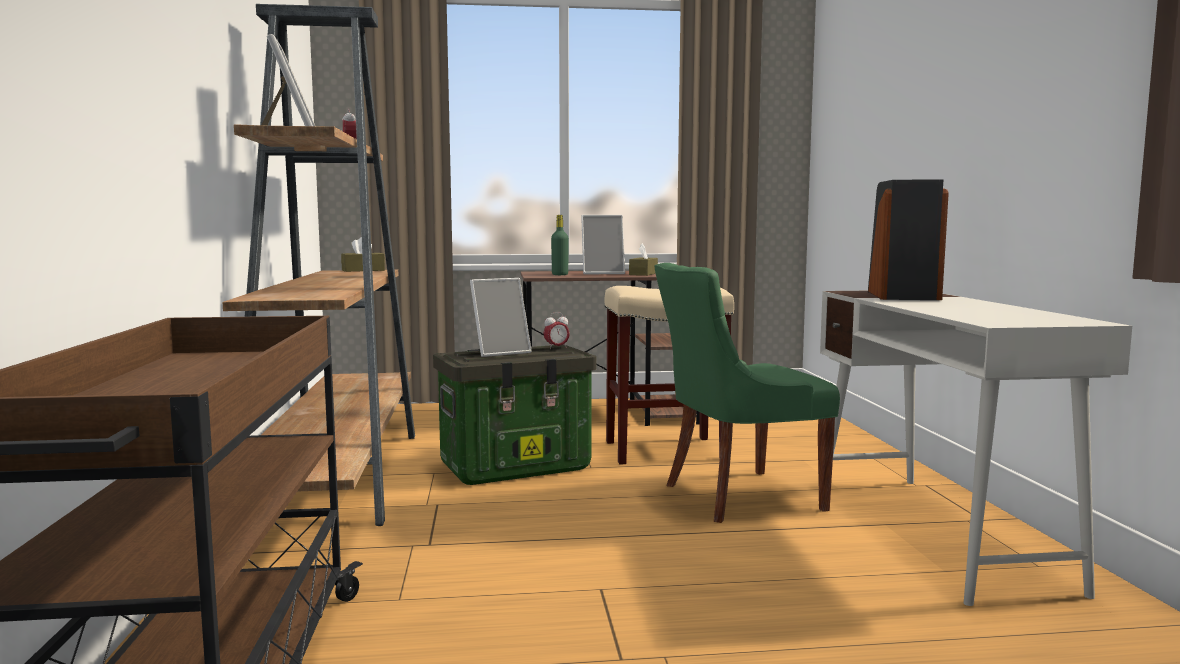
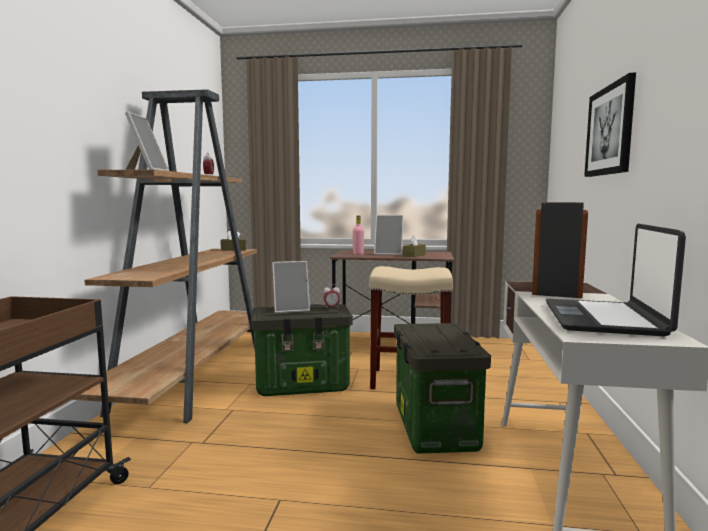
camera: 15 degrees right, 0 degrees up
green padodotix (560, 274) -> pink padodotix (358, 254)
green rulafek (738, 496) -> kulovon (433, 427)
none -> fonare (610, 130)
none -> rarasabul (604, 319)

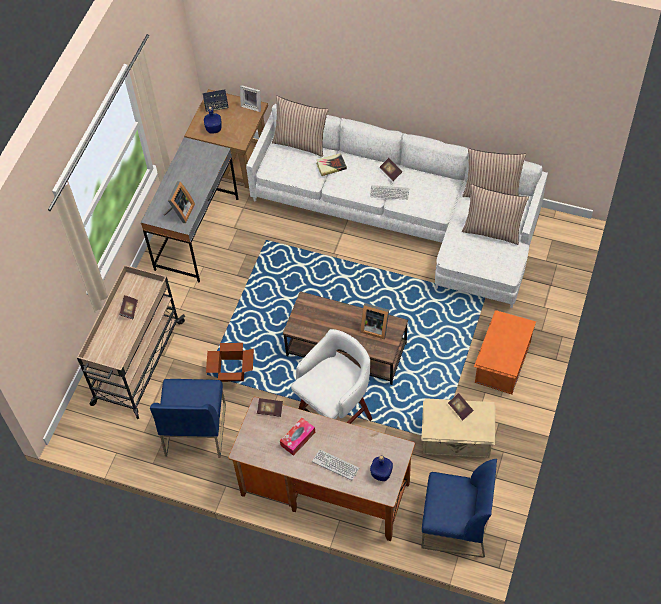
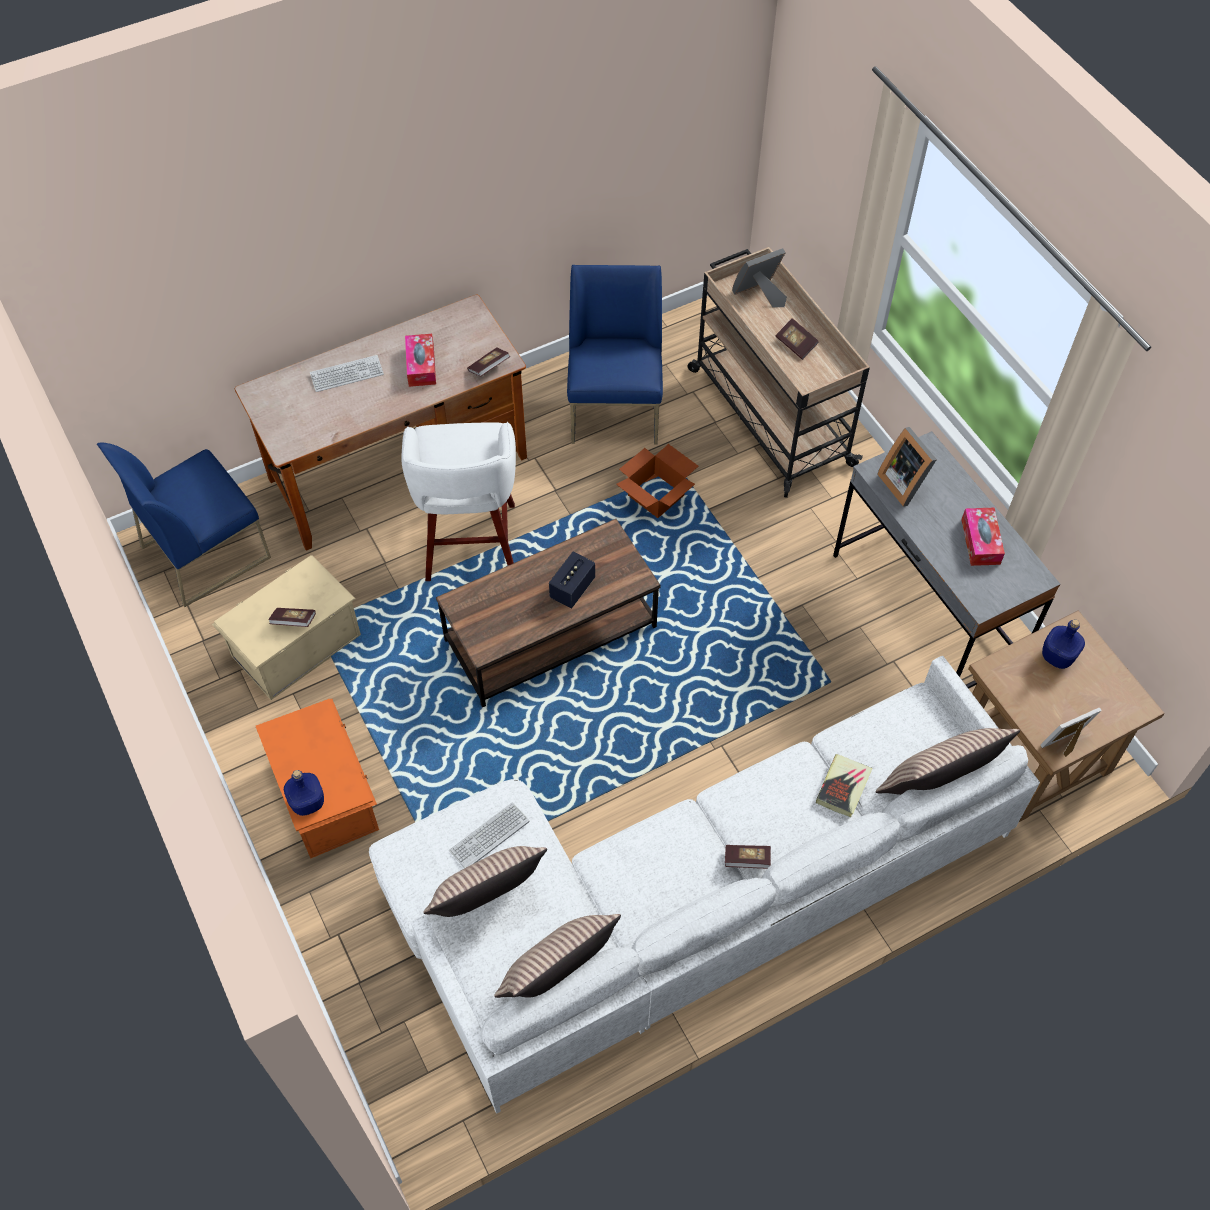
camera: 130 degrees right, 0 degrees up
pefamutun (216, 106) -> pefamutun (572, 588), move
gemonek (389, 193) -> gemonek (489, 836), move
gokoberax (374, 327) -> gokoberax (760, 295), move
blue rulafek (195, 429) -> blue rulafek (615, 409), 45 degrees clockwise
blue padodotix (381, 473) -> blue padodotix (308, 803), move
none -> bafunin (980, 542)

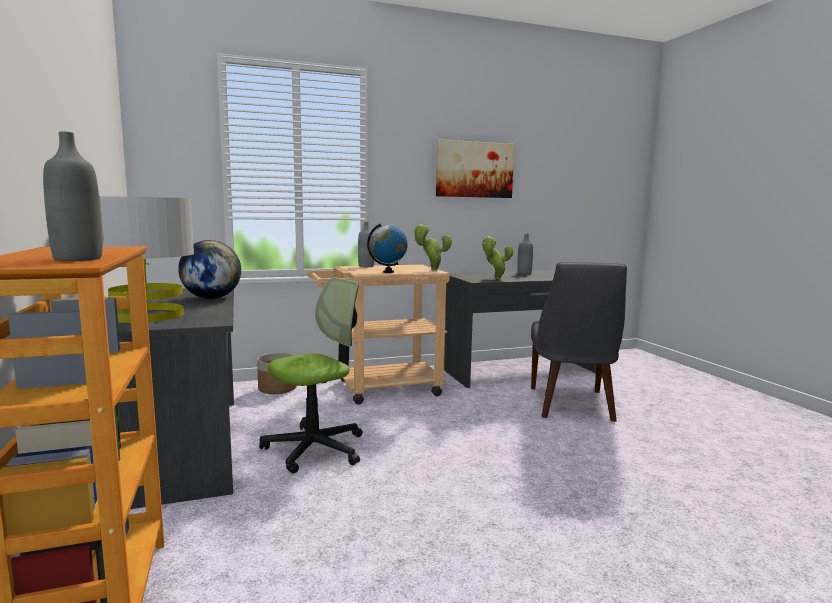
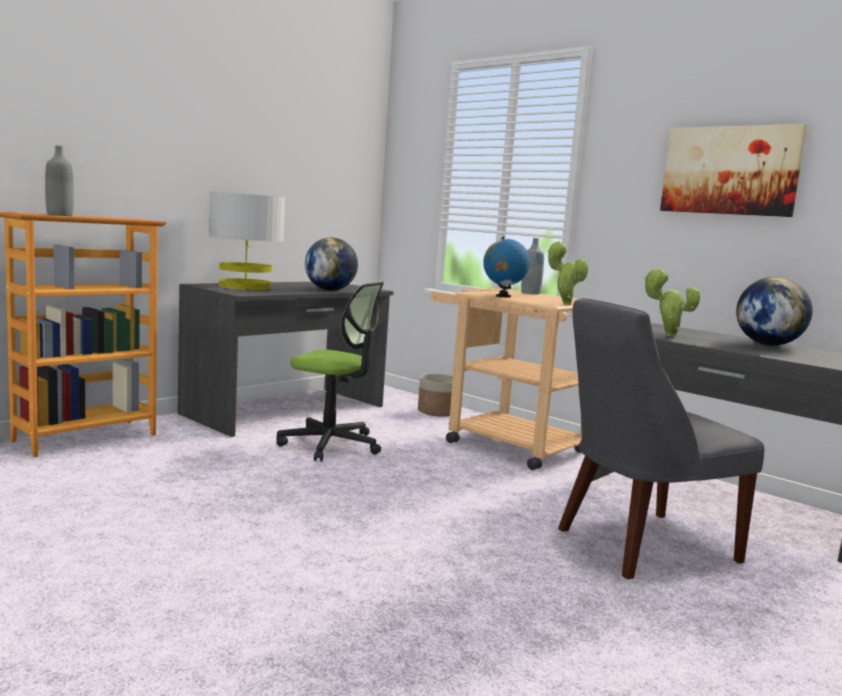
camera: 60 degrees right, 0 degrees up
grey padodotix (524, 273) -> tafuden (768, 344)

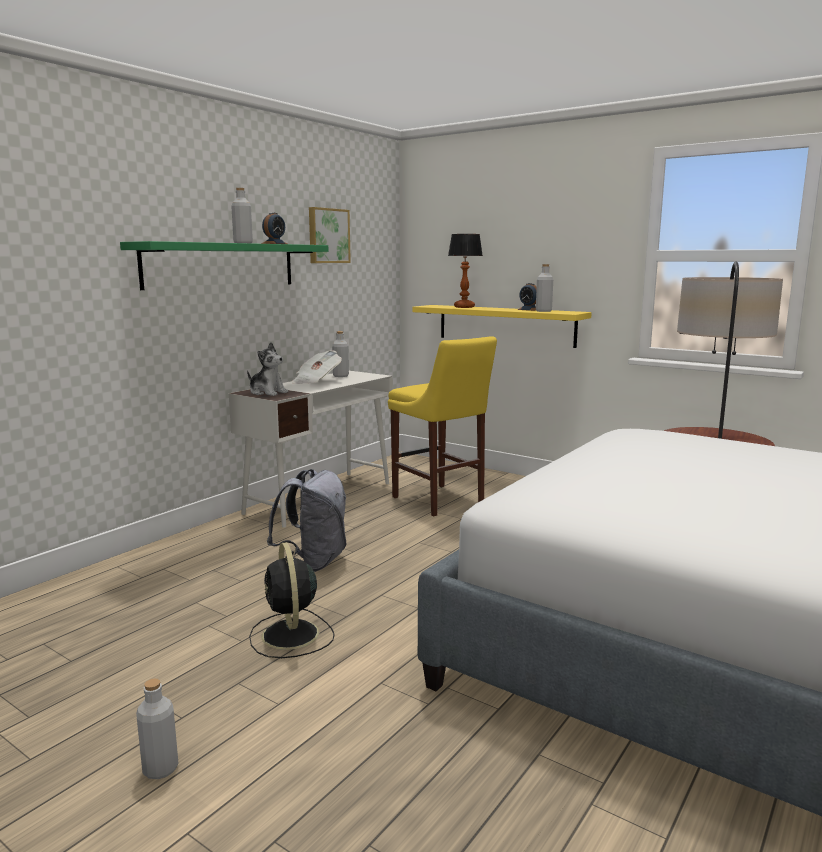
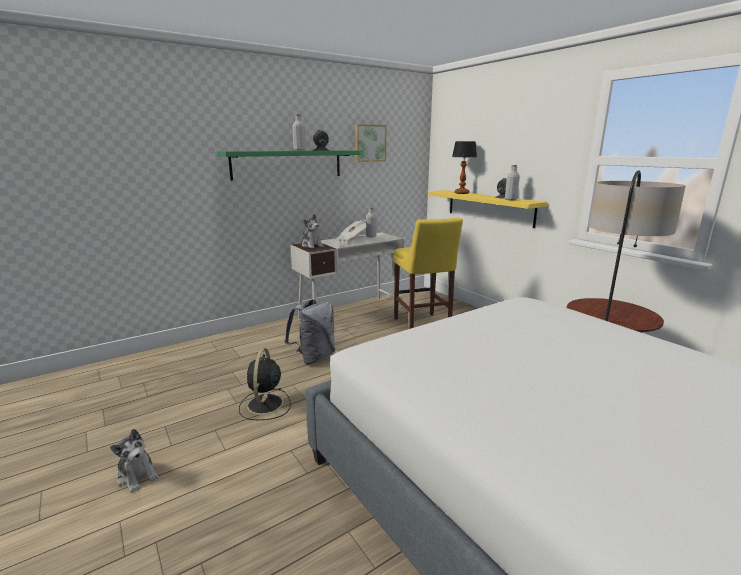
camera: 20 degrees right, 5 degrees up
grey padodotix (160, 769) -> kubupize (137, 475)

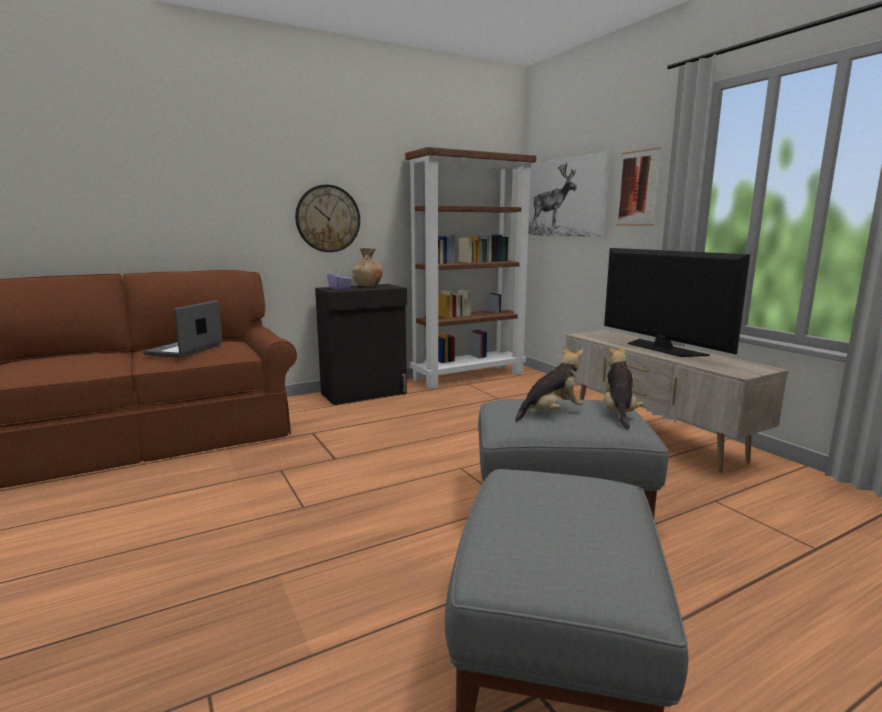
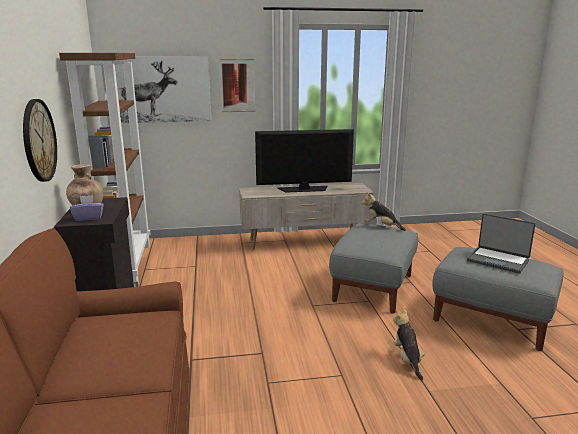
camera: 70 degrees left, 5 degrees up
rarasabul (185, 350) -> rarasabul (498, 260), move
kubupize (551, 413) -> kubupize (407, 360), move

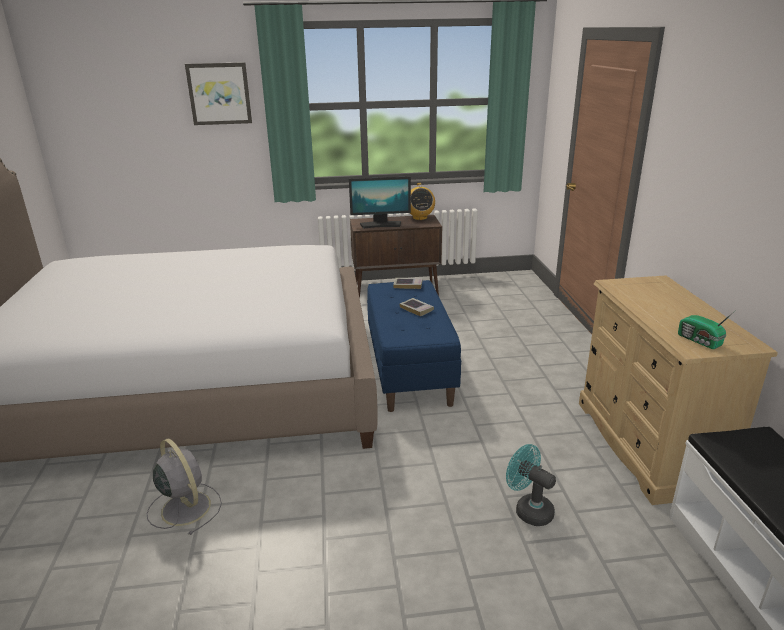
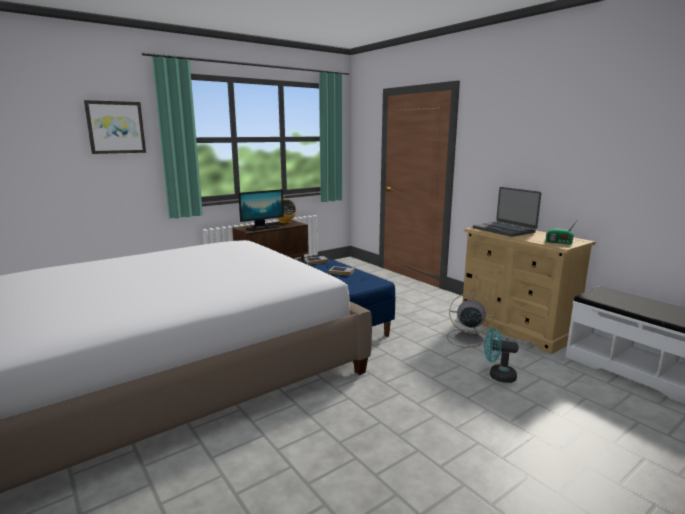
camera: 30 degrees left, 10 degrees down
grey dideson (185, 507) -> grey dideson (467, 338), move
none -> rarasabul (504, 230)

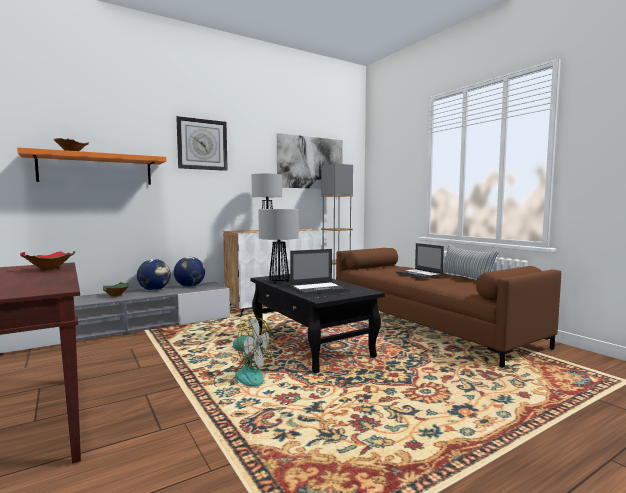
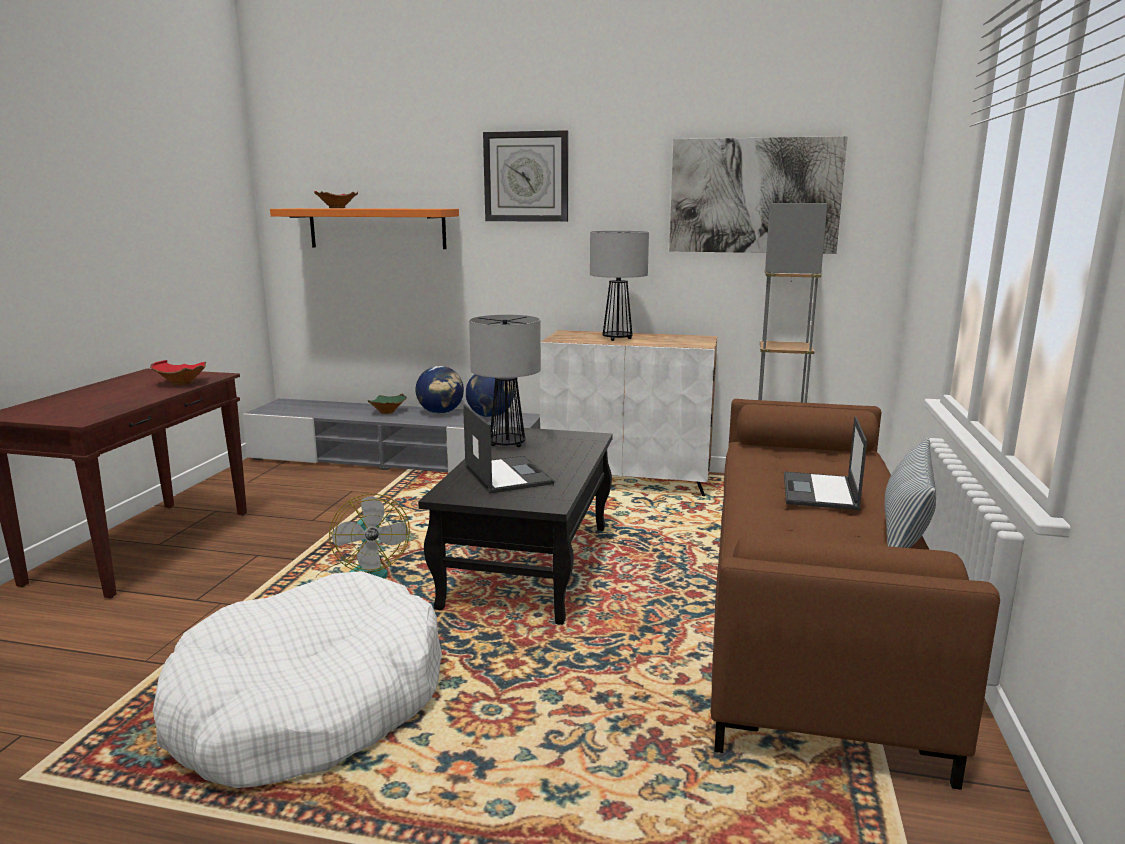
camera: 45 degrees right, 10 degrees up
rarasabul (318, 289) -> rarasabul (507, 475), 135 degrees counterclockwise
none -> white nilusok (309, 704)

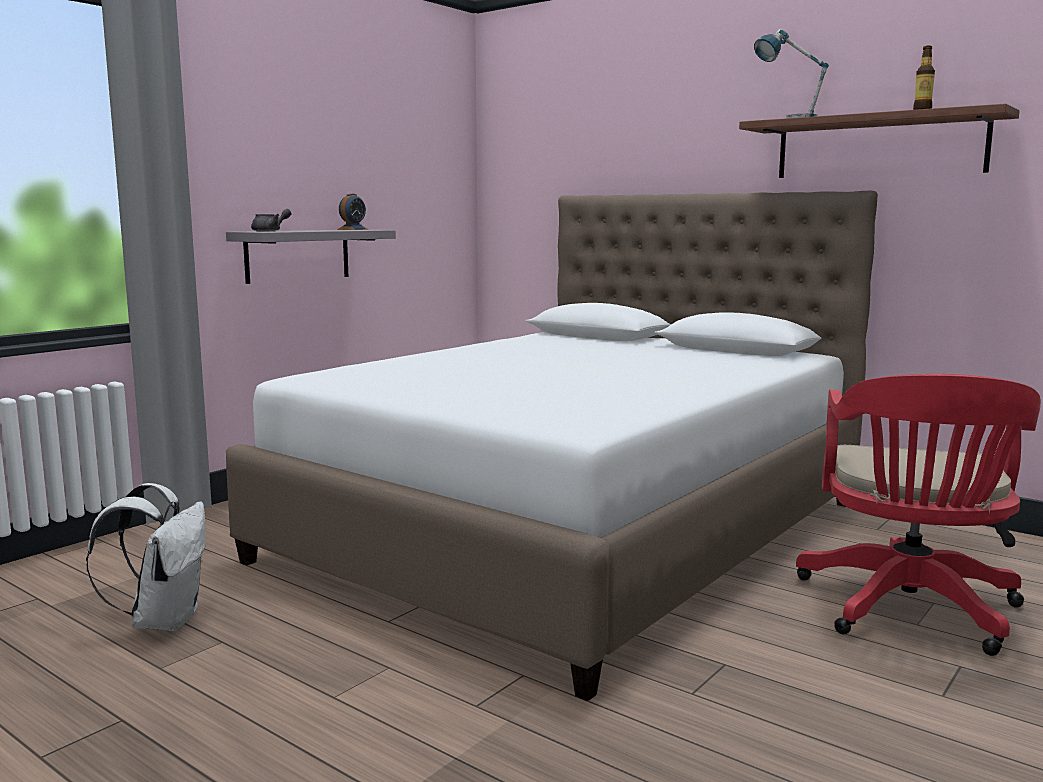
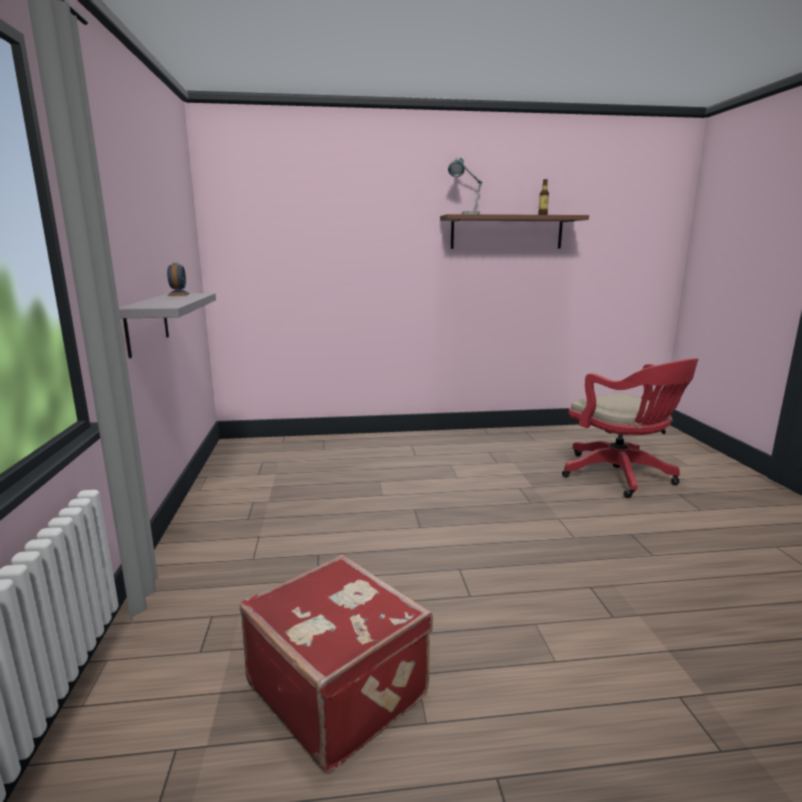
camera: 45 degrees left, 5 degrees up
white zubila (573, 531) -> none
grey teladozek (270, 231) -> none
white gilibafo (164, 620) -> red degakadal (339, 688)

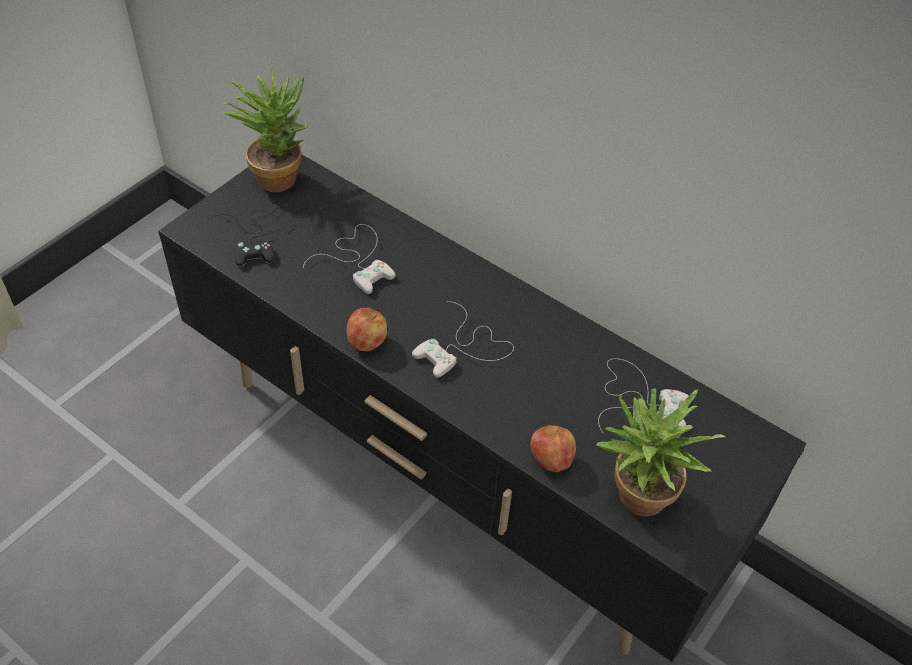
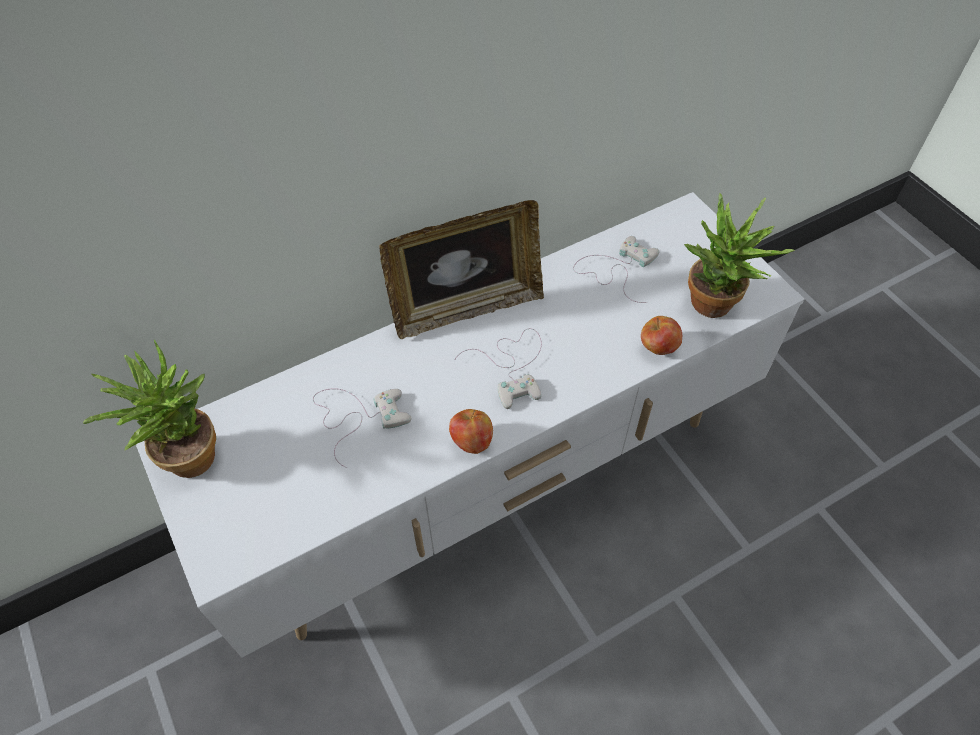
camera: 65 degrees left, 5 degrees up
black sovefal (451, 474) -> white sovefal (491, 484)
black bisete (258, 234) -> none
none -> gokoberax (466, 307)

